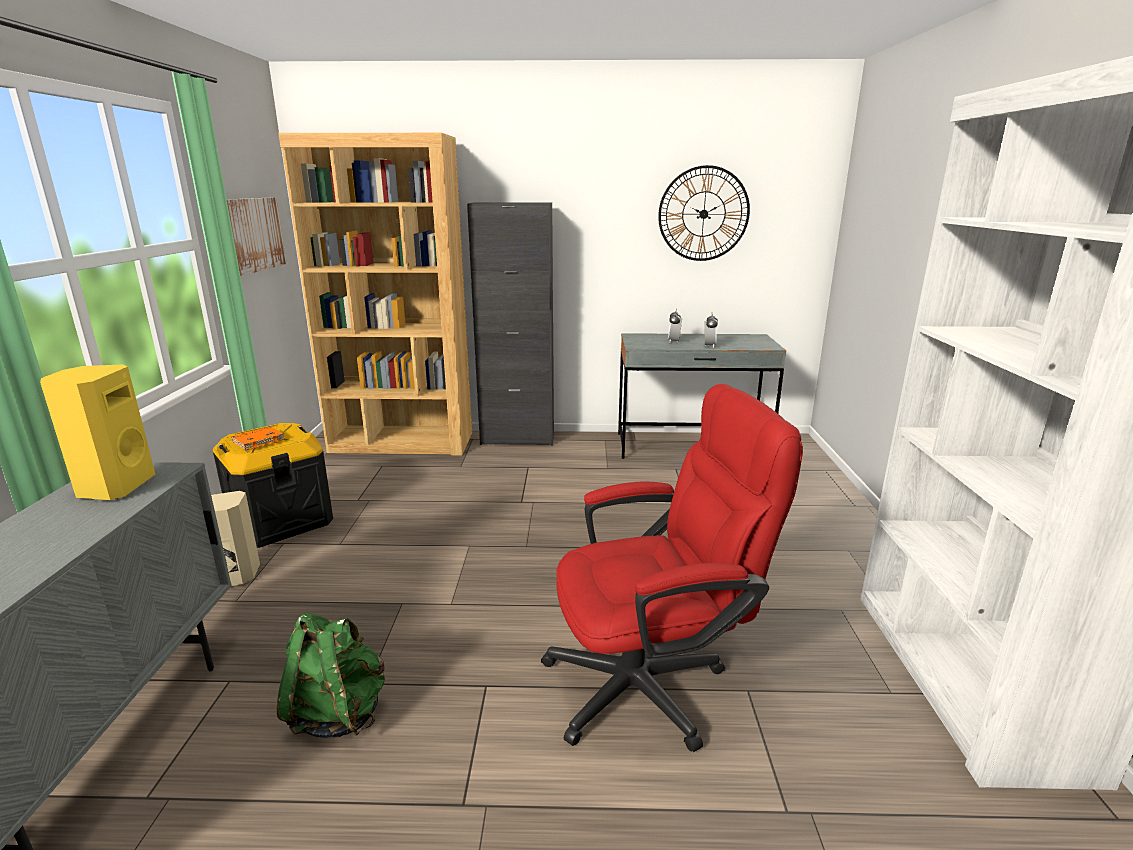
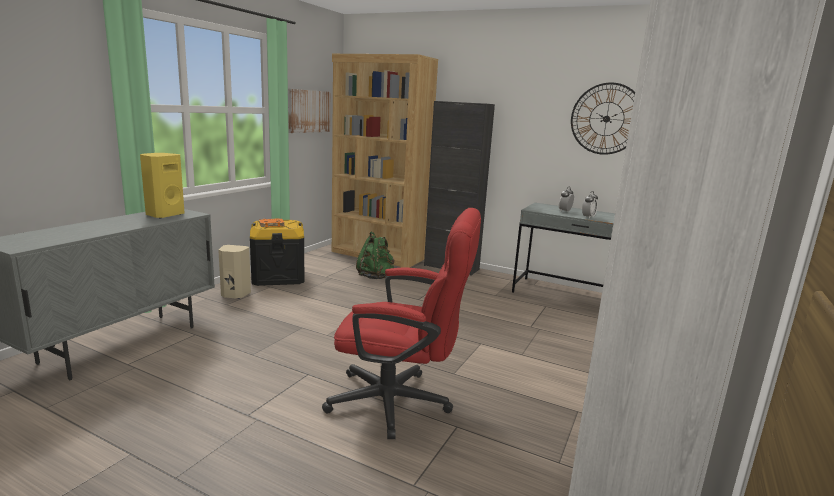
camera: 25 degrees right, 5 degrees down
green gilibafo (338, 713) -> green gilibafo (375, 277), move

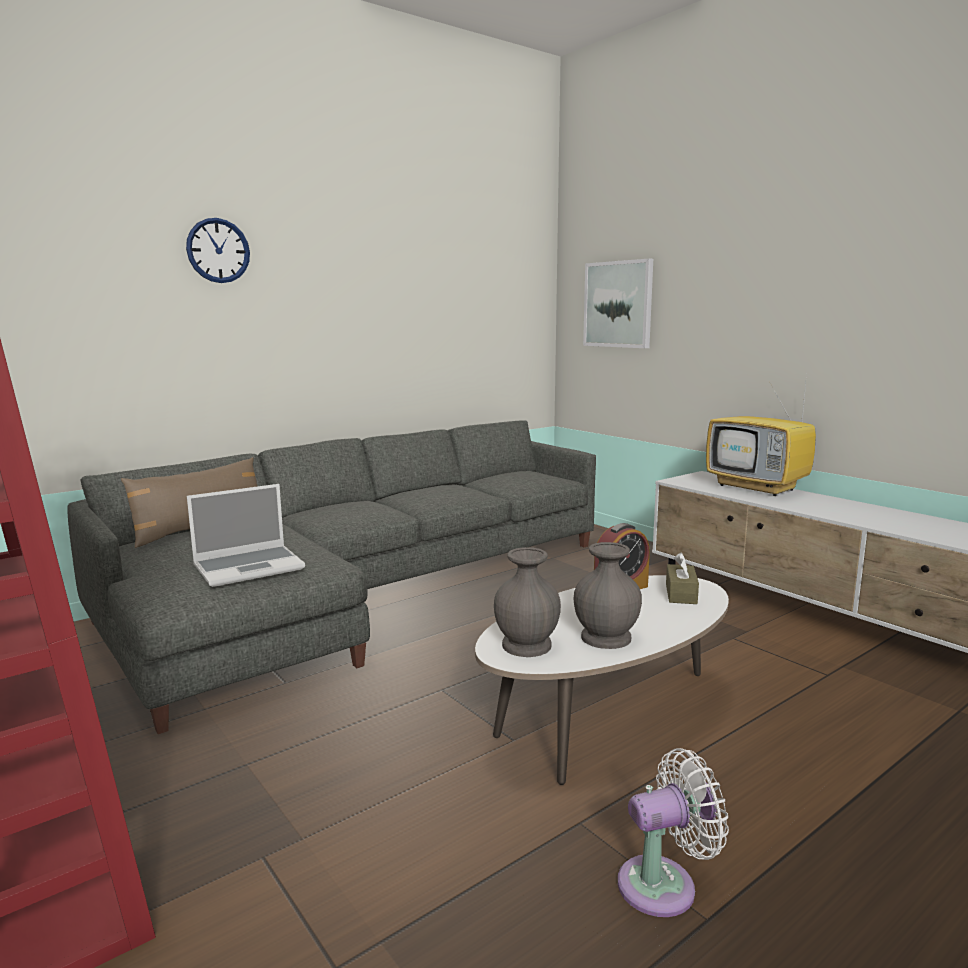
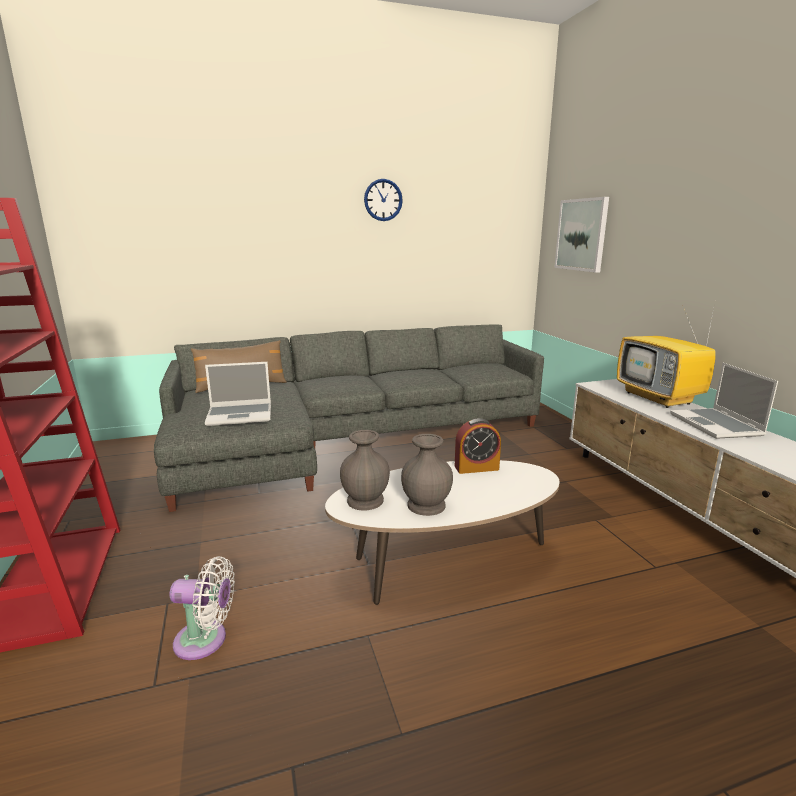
camera: 20 degrees right, 5 degrees up
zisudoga (218, 250) -> zisudoga (383, 200), move
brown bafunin (681, 594) -> none
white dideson (664, 884) -> white dideson (205, 640), move
none -> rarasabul (717, 425)

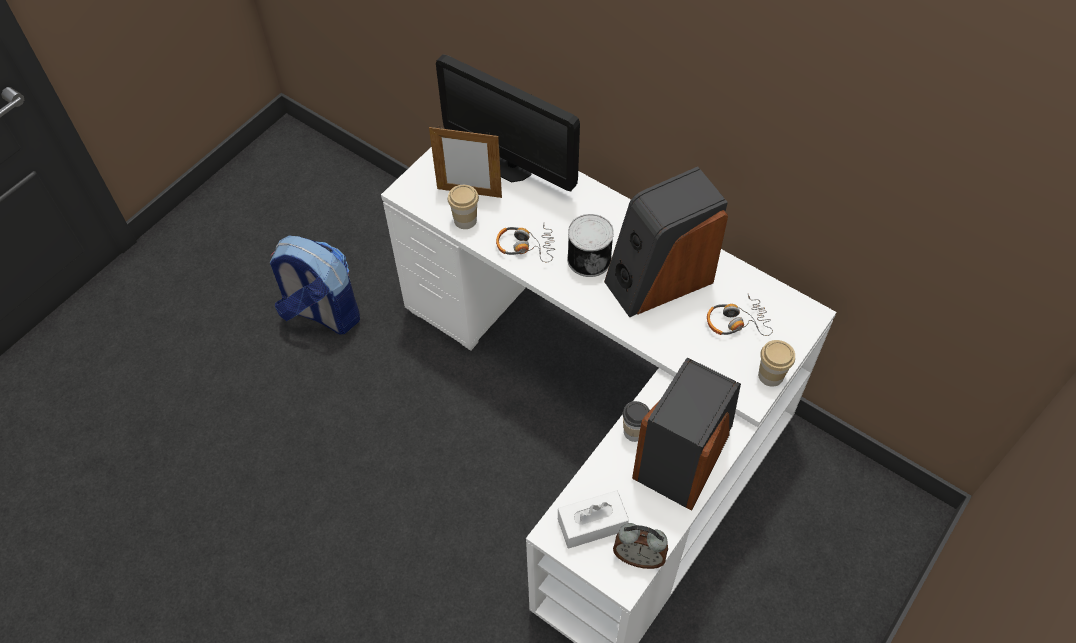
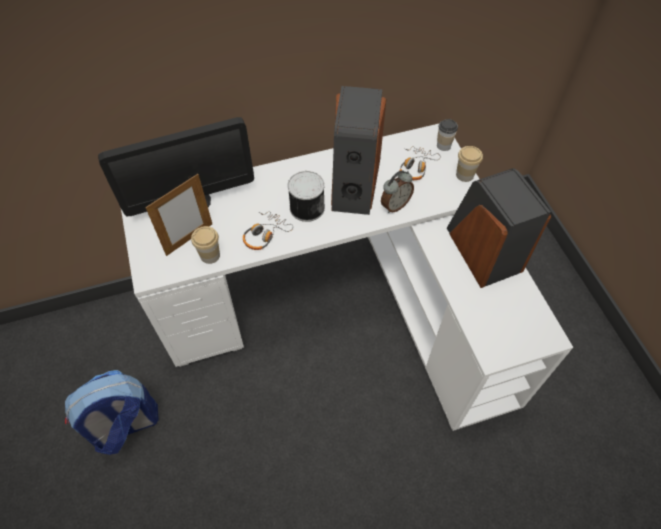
camera: 55 degrees left, 0 degrees up
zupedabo (634, 432) -> zupedabo (443, 146), move
white bafunin (592, 524) -> none
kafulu (639, 556) -> kafulu (394, 205), move

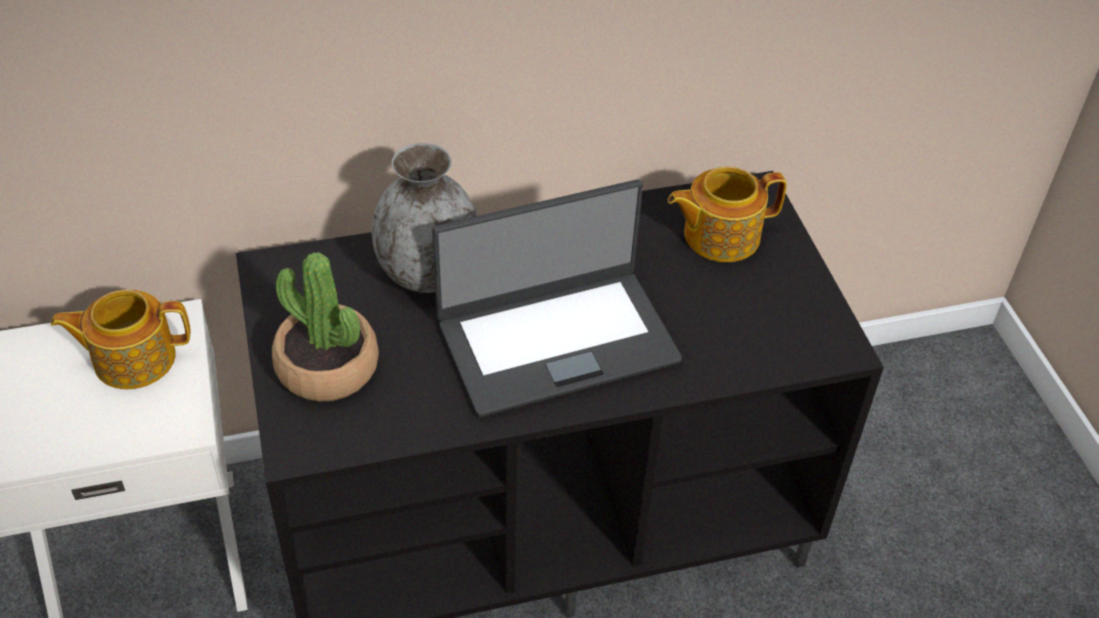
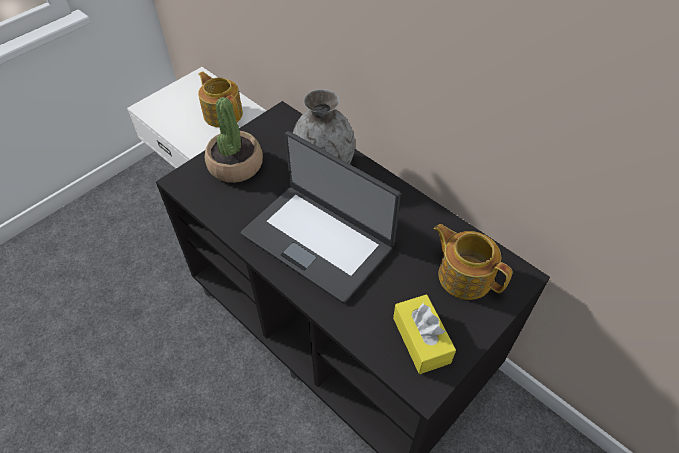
camera: 60 degrees right, 5 degrees up
none -> yellow bafunin (421, 340)

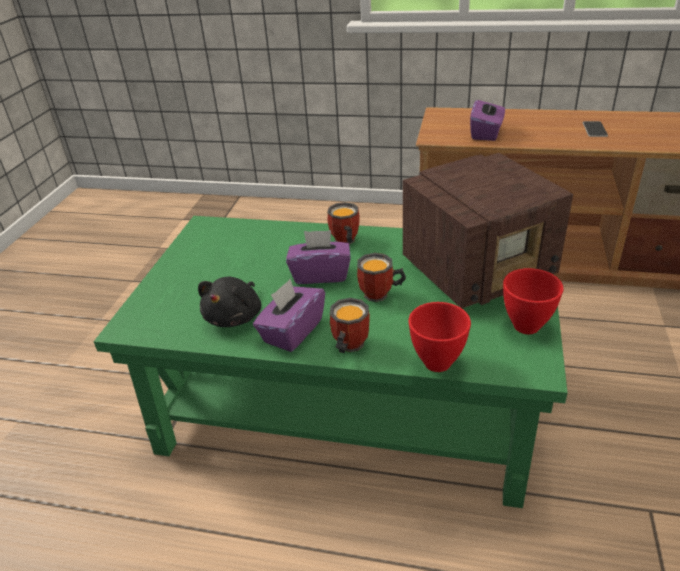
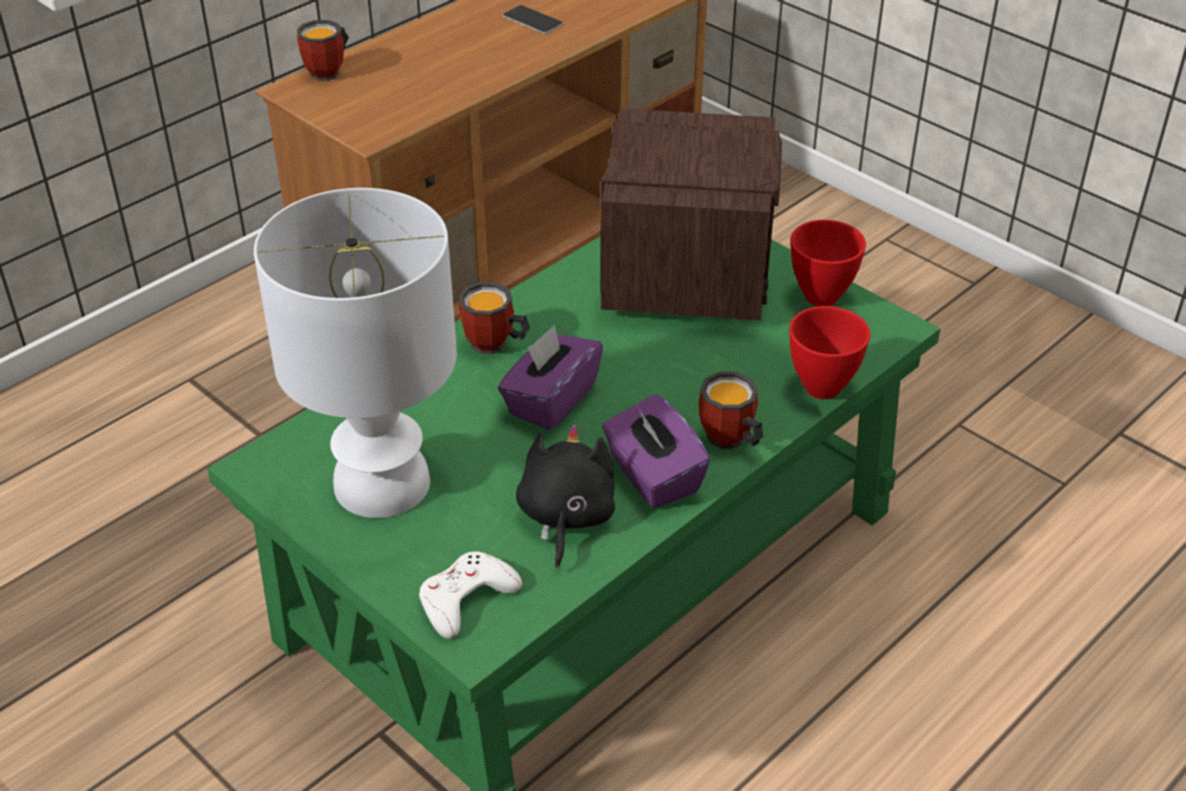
camera: 60 degrees left, 5 degrees up
purple bafunin (486, 133) -> none
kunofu (380, 295) -> kunofu (330, 71), move
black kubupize (235, 317) -> black kubupize (565, 517), 135 degrees counterclockwise
none -> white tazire (383, 485)
none -> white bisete (466, 599)

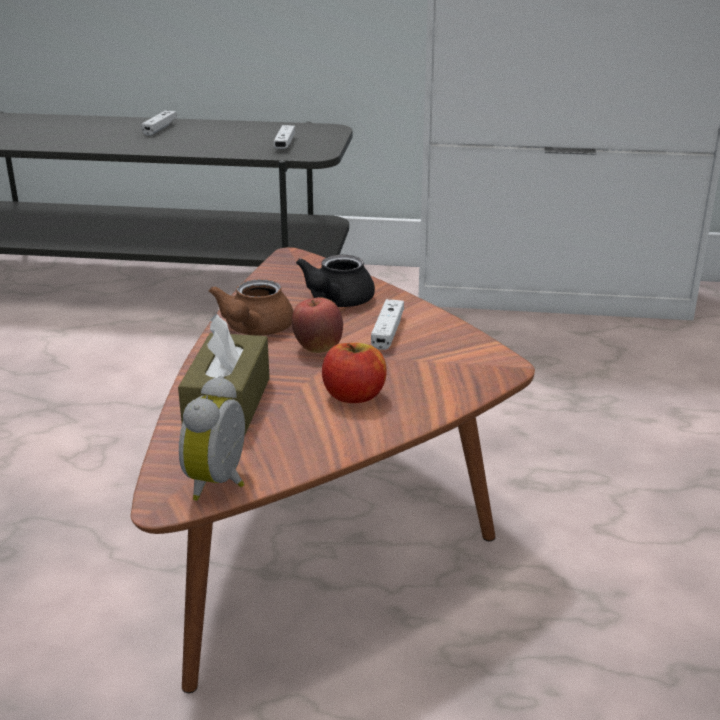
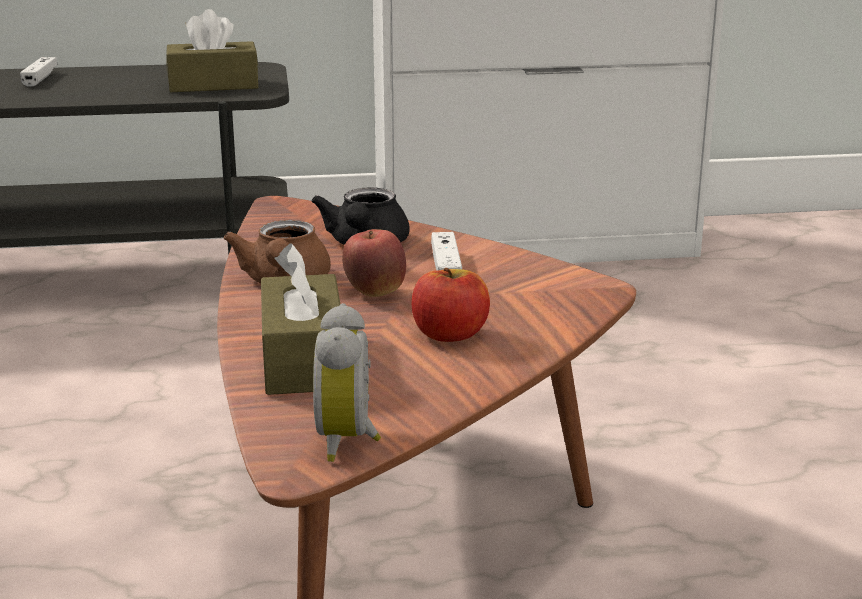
camera: 15 degrees left, 5 degrees down
white bisete (284, 144) -> brown bafunin (213, 85)

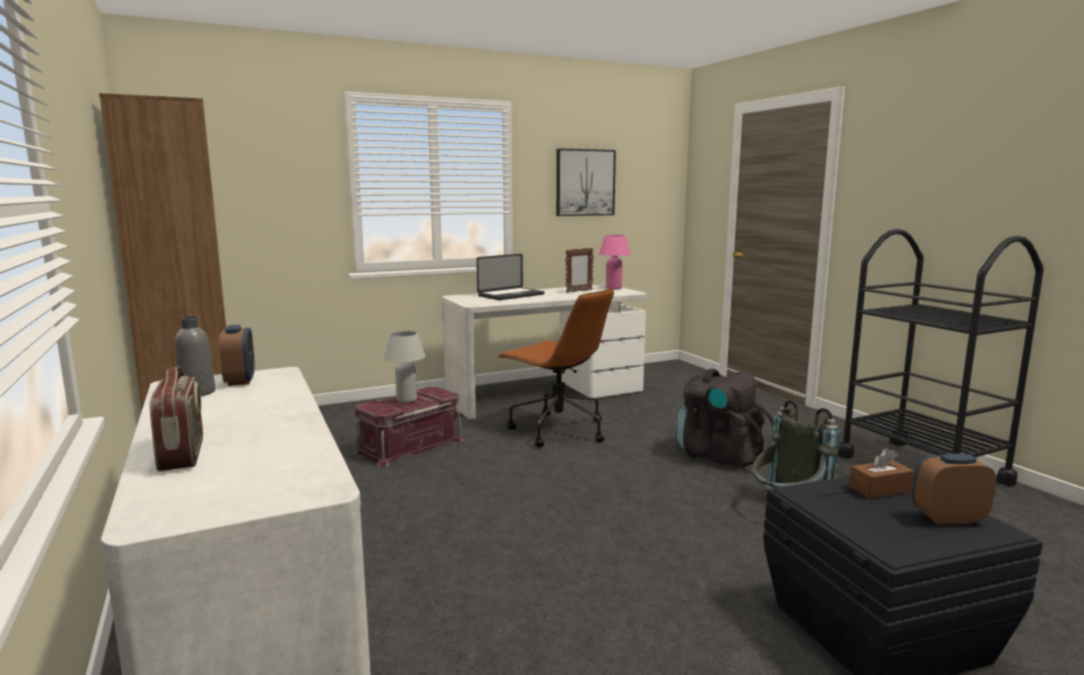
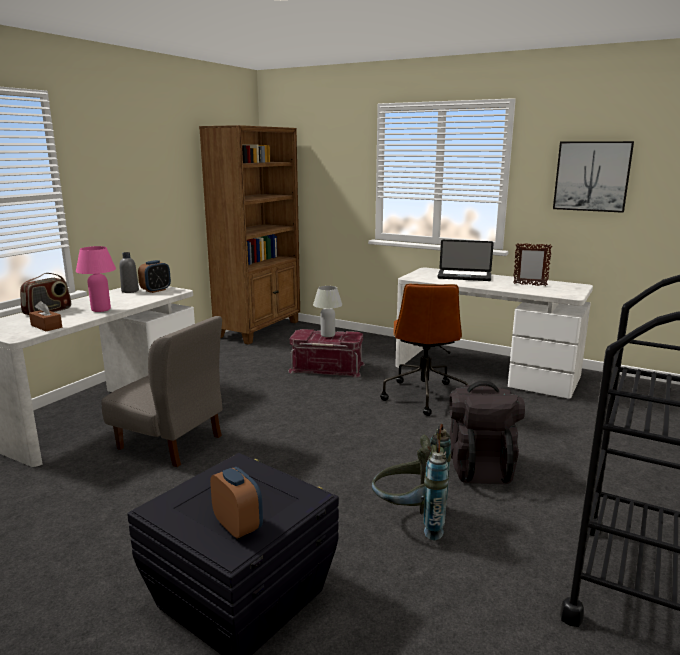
camera: 55 degrees right, 5 degrees up
pink tazire (614, 288) -> pink tazire (101, 309), move
brown bafunin (879, 489) -> brown bafunin (46, 326), move
none -> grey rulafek (170, 442)

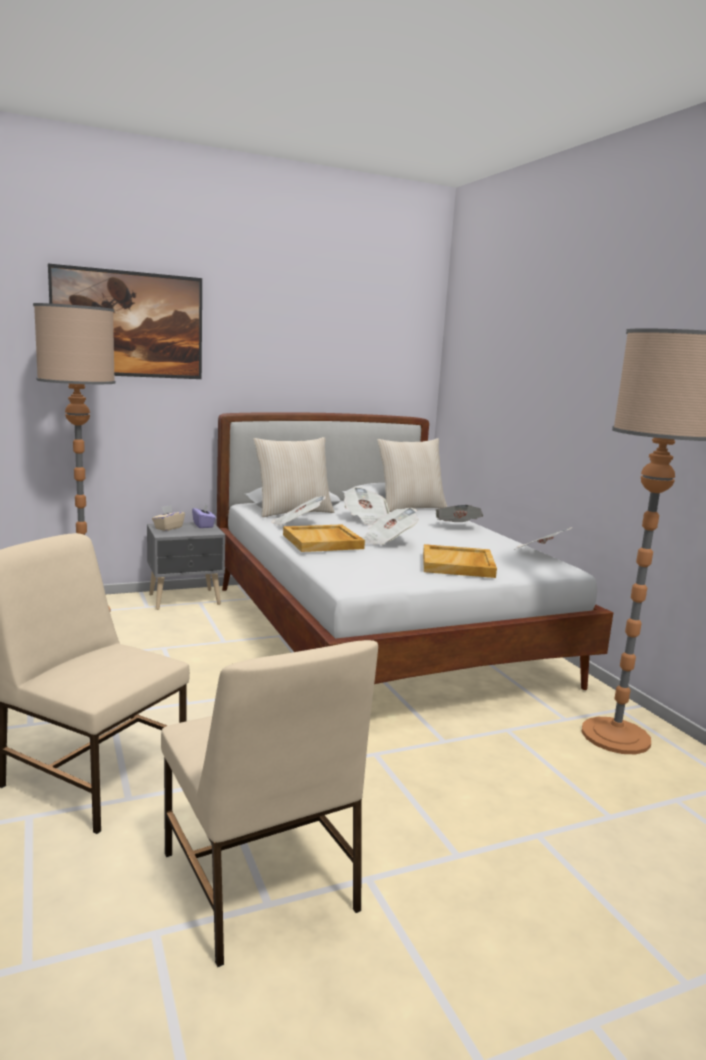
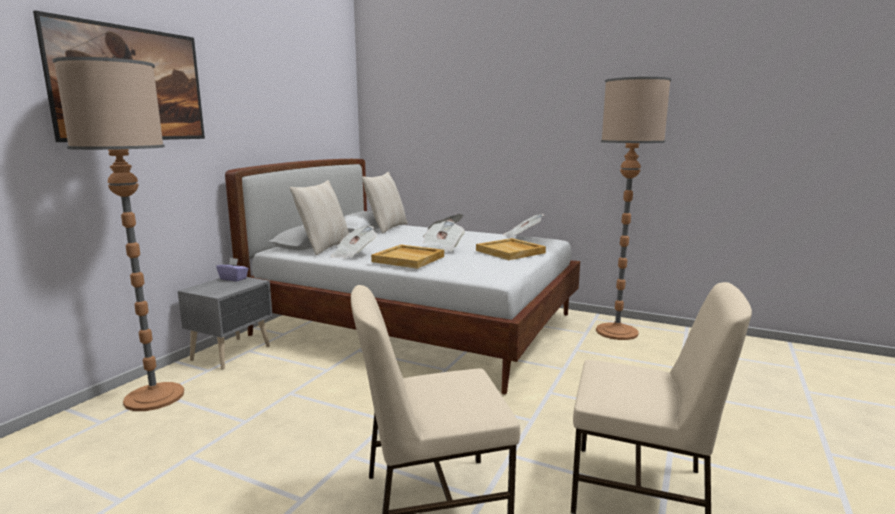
camera: 40 degrees left, 0 degrees up
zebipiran (366, 519) -> none
beige bafunin (168, 528) -> none

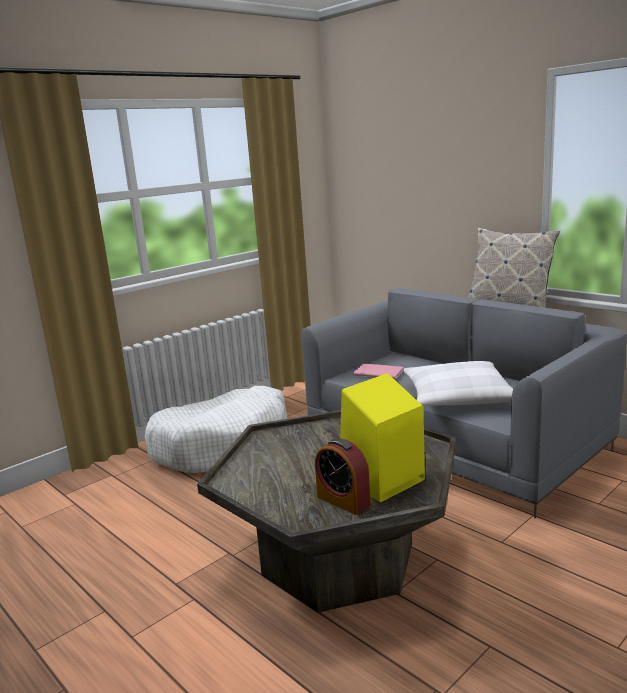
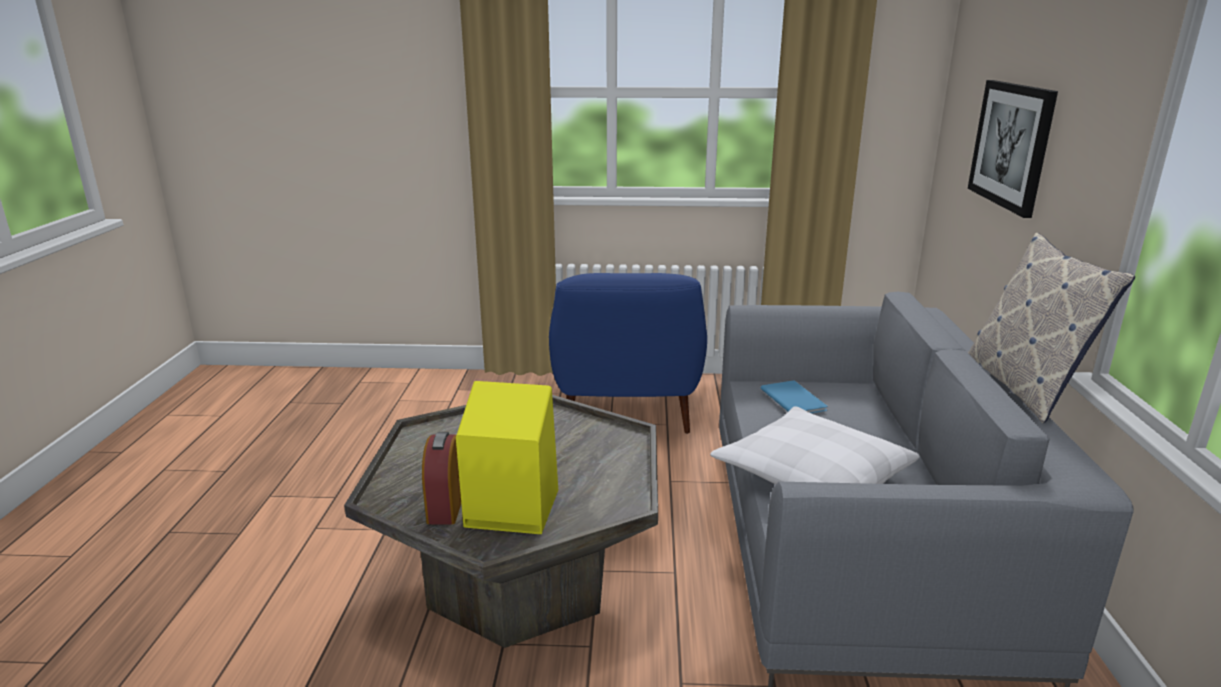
camera: 45 degrees right, 5 degrees up
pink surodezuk (378, 372) -> blue surodezuk (794, 399)
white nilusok (223, 445) -> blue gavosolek (626, 410)
none -> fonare (1011, 145)

